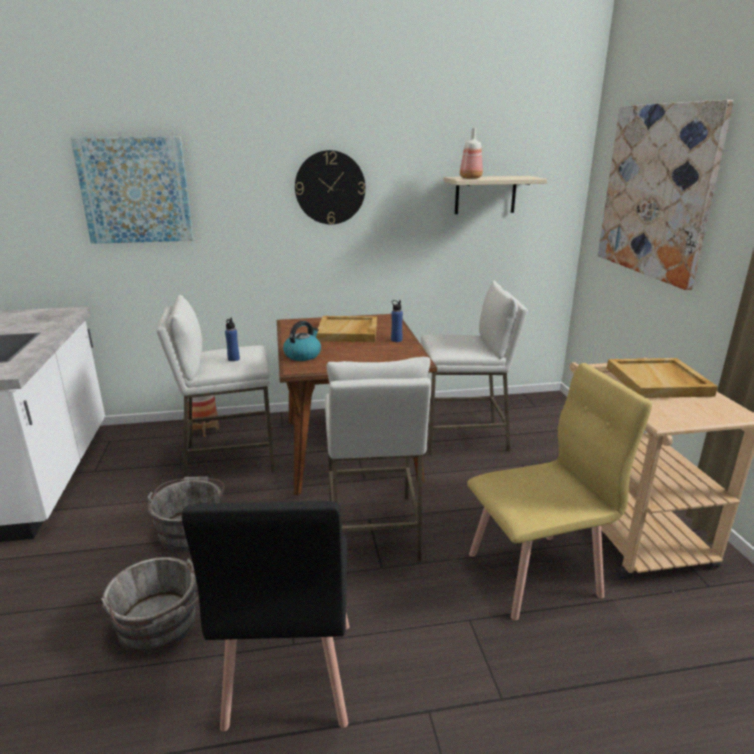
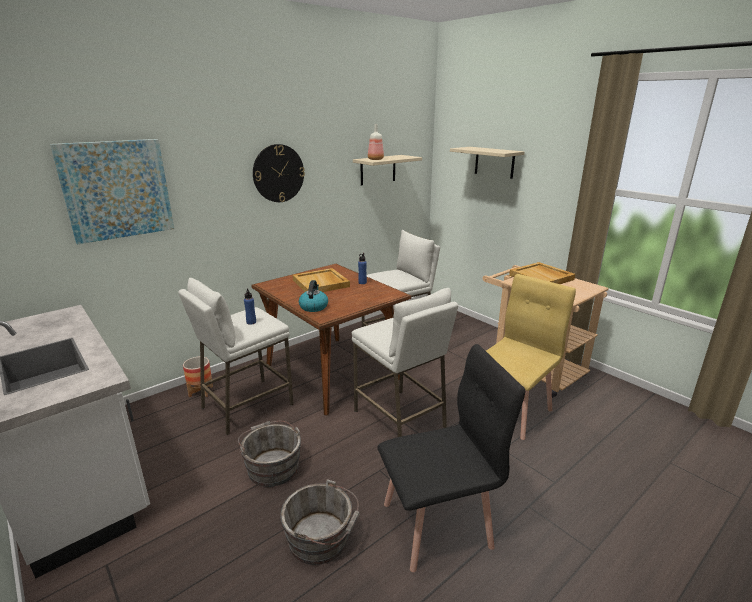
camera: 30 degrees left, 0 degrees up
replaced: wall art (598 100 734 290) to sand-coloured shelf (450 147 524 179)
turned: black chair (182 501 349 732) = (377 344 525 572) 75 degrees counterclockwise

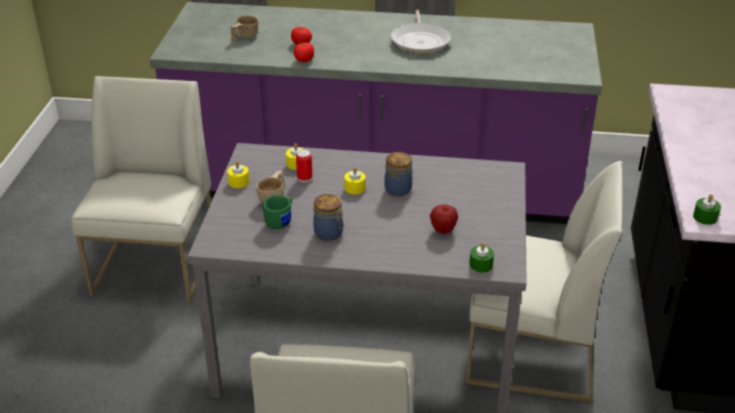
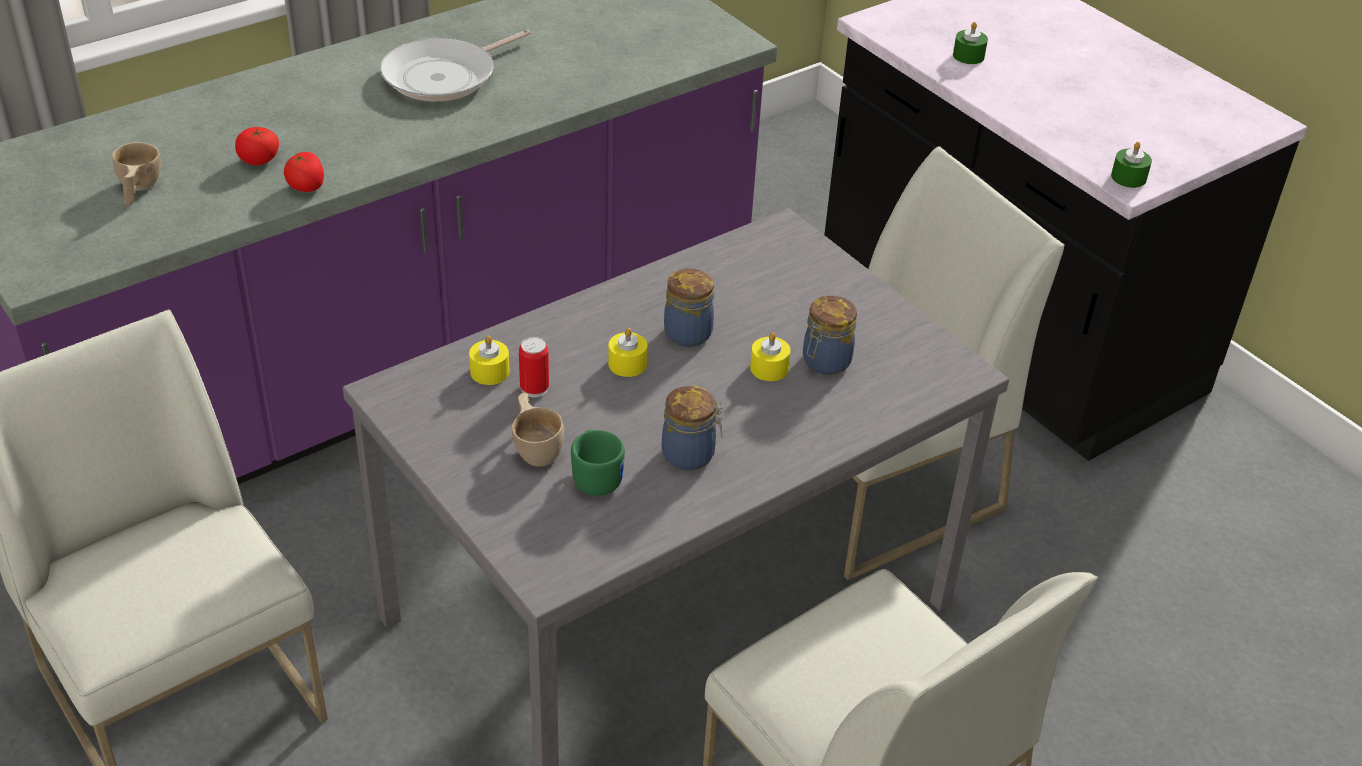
camera: 45 degrees left, 5 degrees up
moved: yellowish candle (227 161 249 188) to (750 332 791 381); green candle (469 243 494 272) to (953 22 988 64)
replaced: whole apple (430 204 458 234) to preserve jar (803 295 857 375)
turned: skillet (391 10 451 54) = (380 29 531 101) 90 degrees clockwise

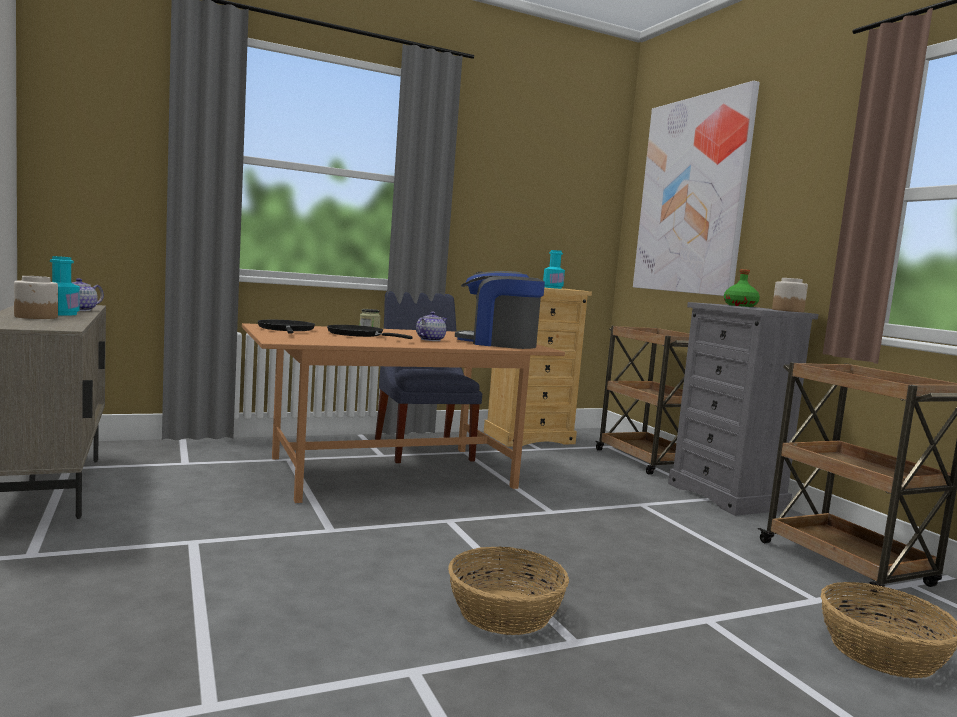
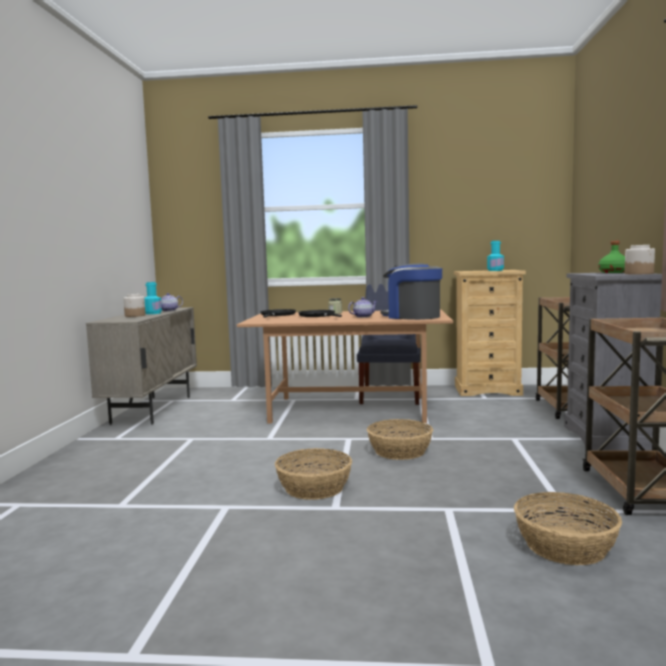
camera: 30 degrees right, 0 degrees up
removed: wall art (633 81 760 296)
added: household basket (367 419 433 460)

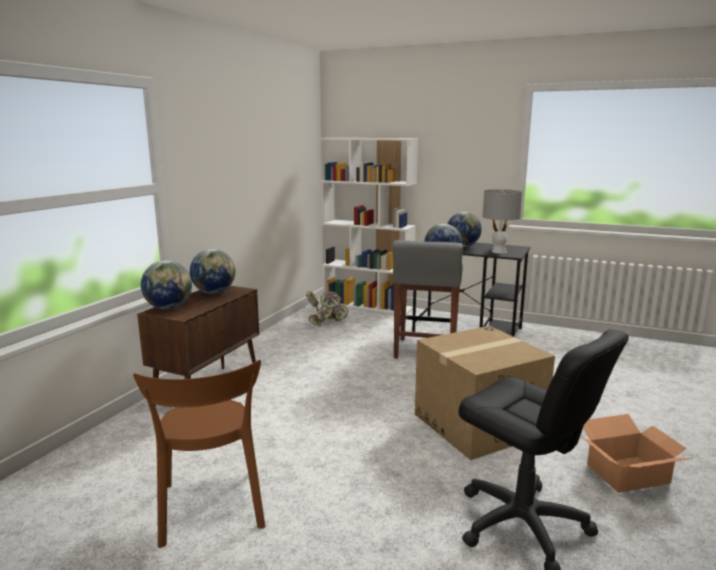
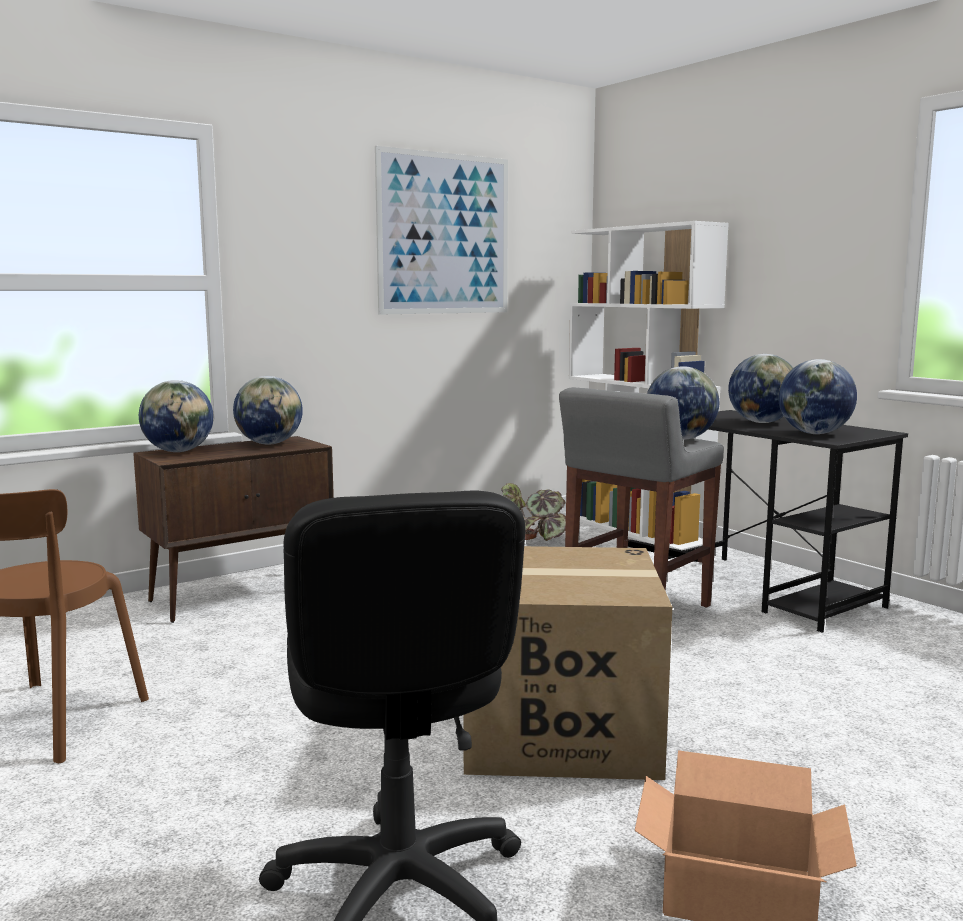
camera: 30 degrees right, 5 degrees down
added: wall art (375 146 508 315)
replaced: gray table lamp (483 189 523 254) to desk globe (778 359 857 434)

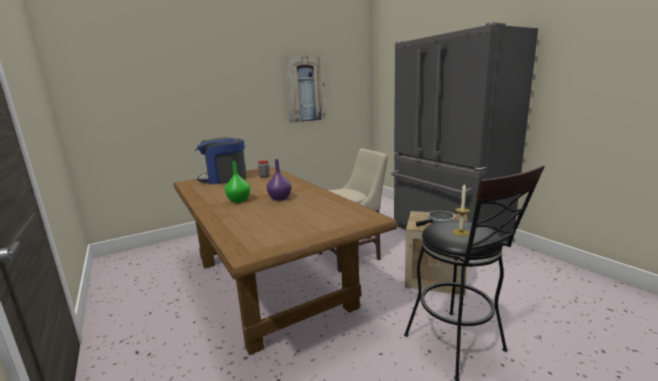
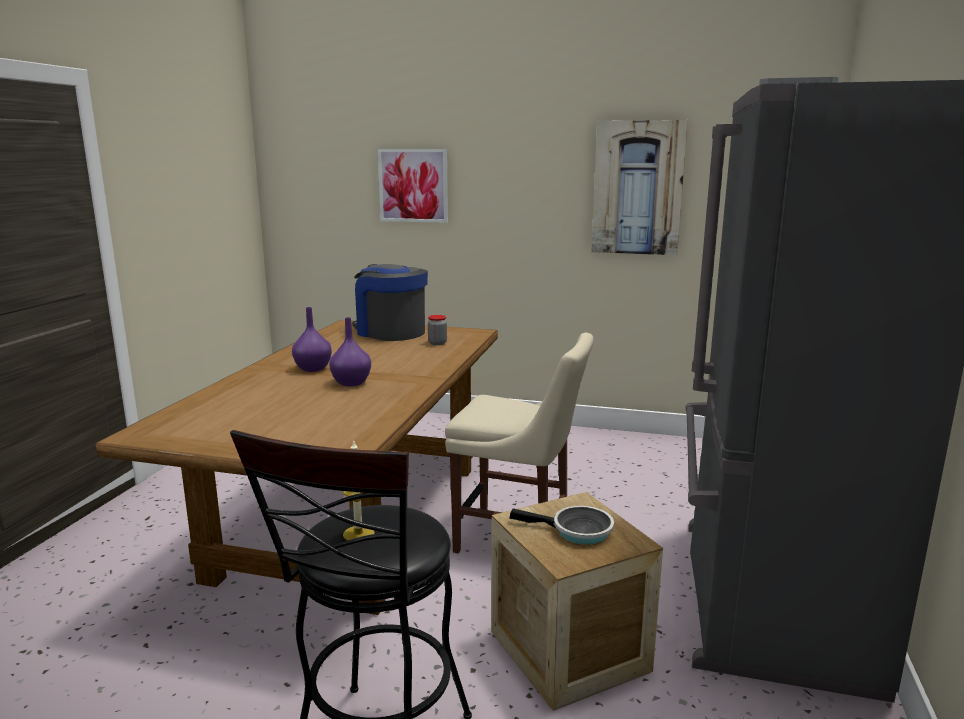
camera: 45 degrees right, 0 degrees up
added: wall art (378 149 448 223)
recoloured: green decorative vase (225 161 250 203) to purplish decorative vase (292 307 332 372)

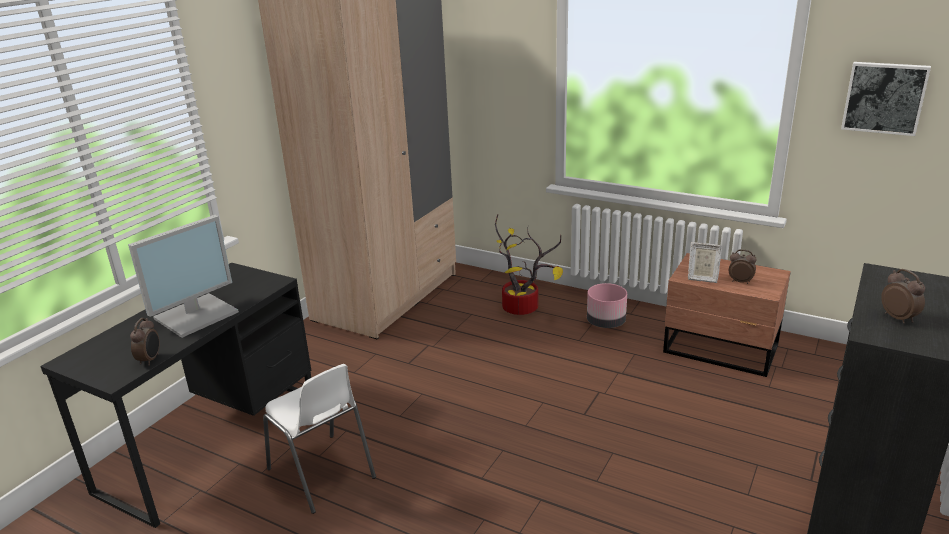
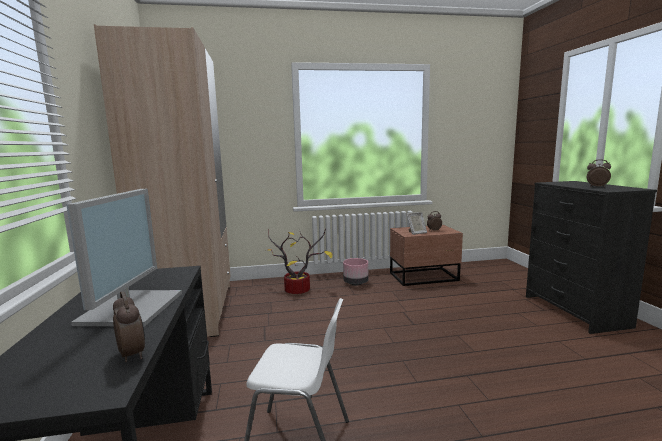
camera: 40 degrees left, 15 degrees down
removed: wall art (841 62 931 136)

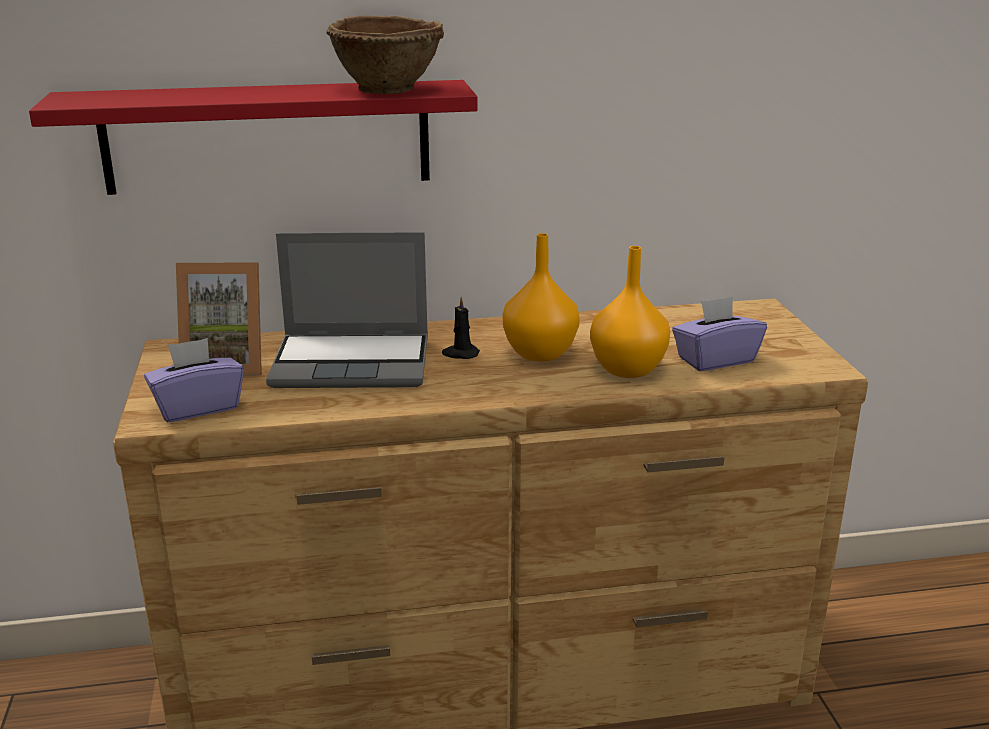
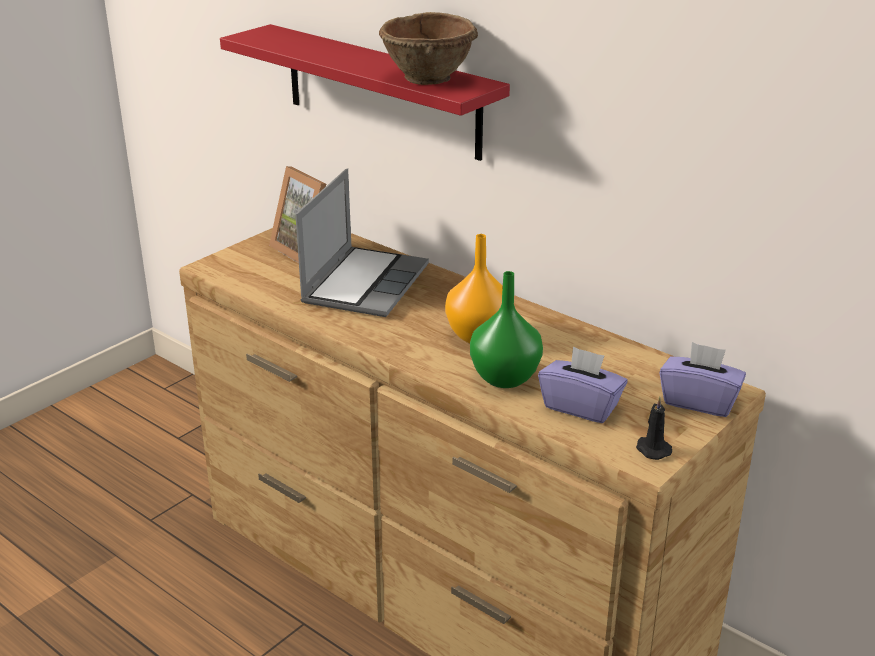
camera: 50 degrees right, 5 degrees up
moved: black candle (442 297 480 359) to (636 396 672 460); purplish tissue holder (144 338 244 423) to (660 342 746 417)
recoloured: orangey decorative vase (590 246 670 378) to green decorative vase (470 271 543 388)
turned: laptop (266 232 428 388) = (295 168 429 317) 120 degrees counterclockwise

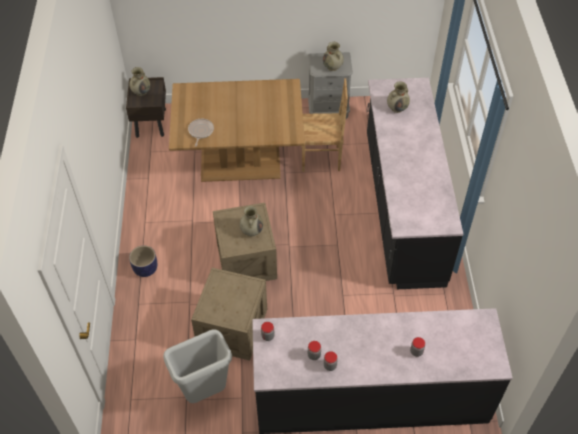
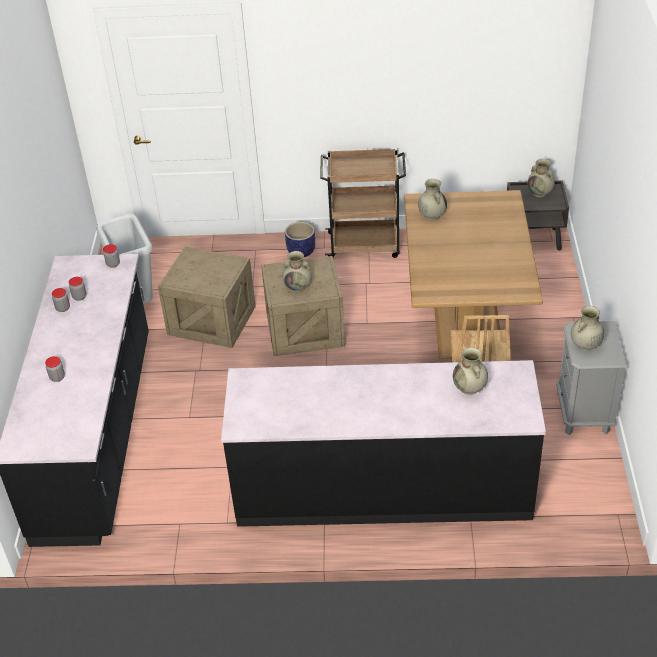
camera: 95 degrees right, 10 degrees down
added: brown-coloured trolley (320 149 406 258)
replaced: skillet (188 119 214 147) to sand-coloured decorative vase (418 179 447 221)

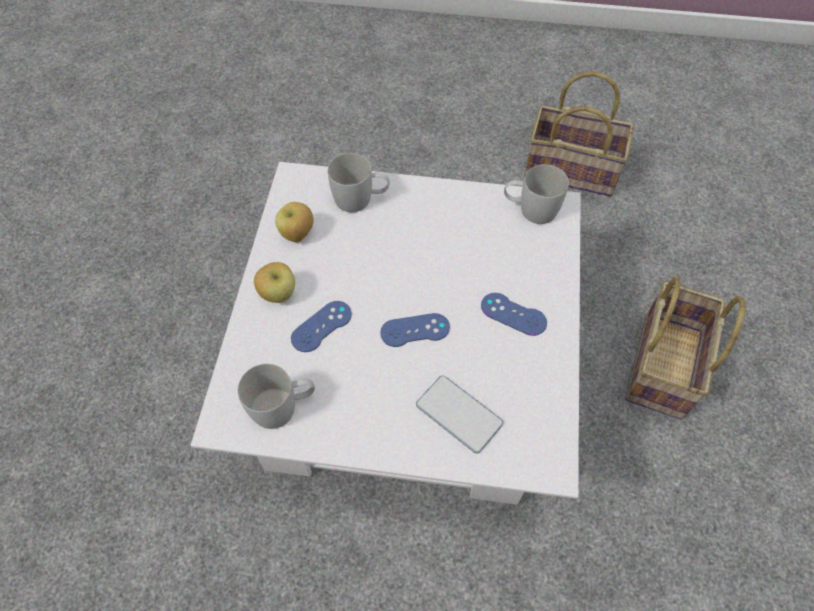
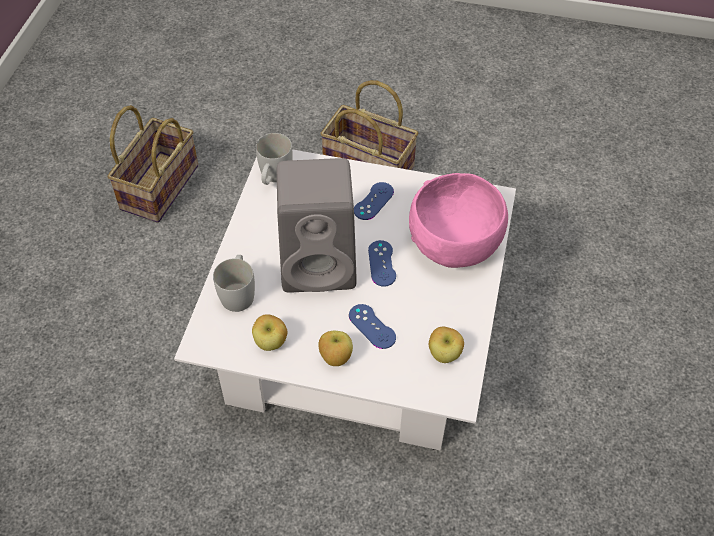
camera: 85 degrees left, 5 degrees down
added: gray loudspeaker (277 158 357 293)
replaced: whitish coffee mug (238 364 315 429) to whole apple (429 327 464 363); telephone (416 376 503 454) to pink-coloured deep dish (409 173 508 268)

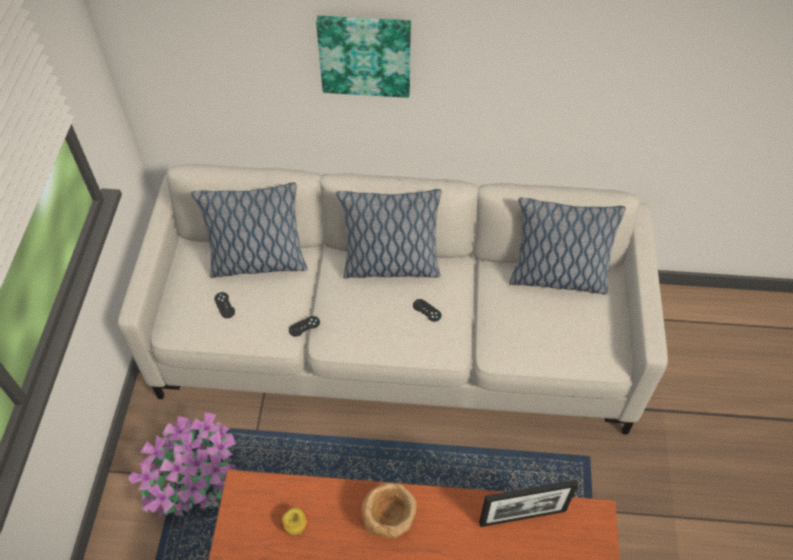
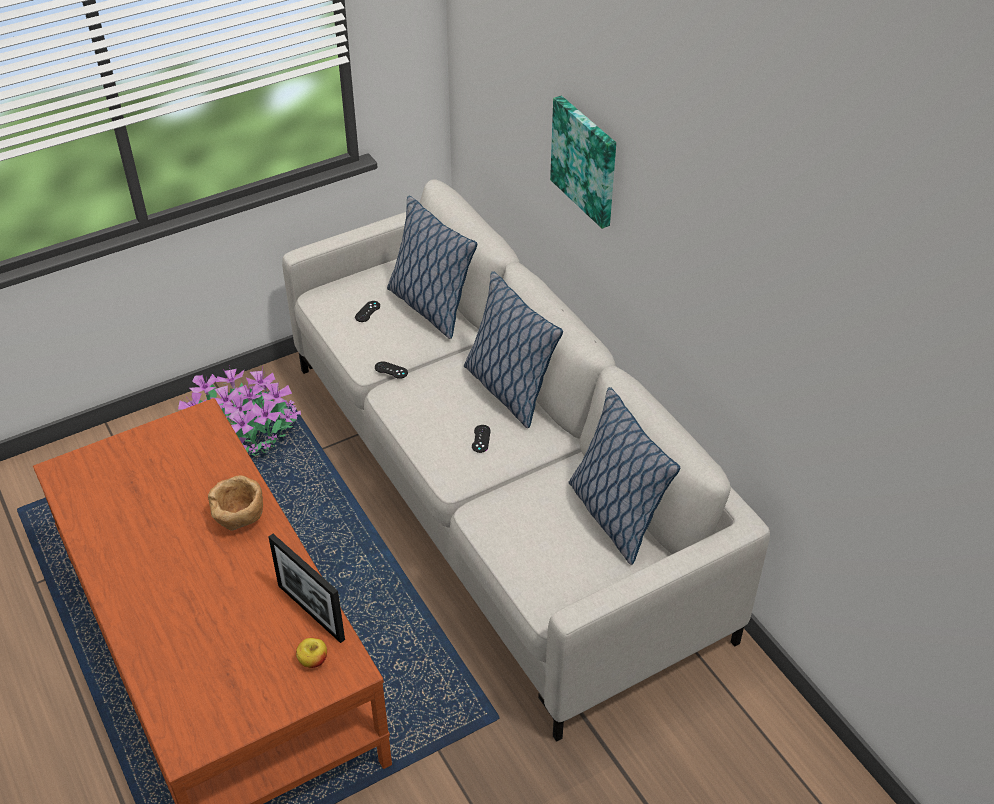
camera: 55 degrees right, 10 degrees down
moved: whole apple (281 507 308 536) to (296 638 327 668)

